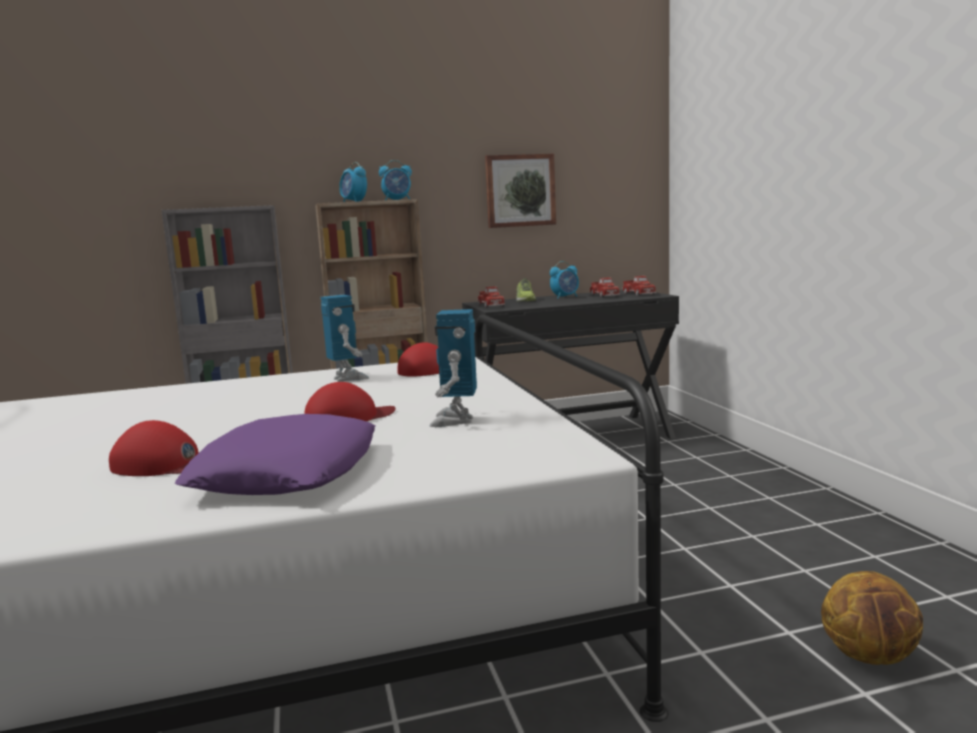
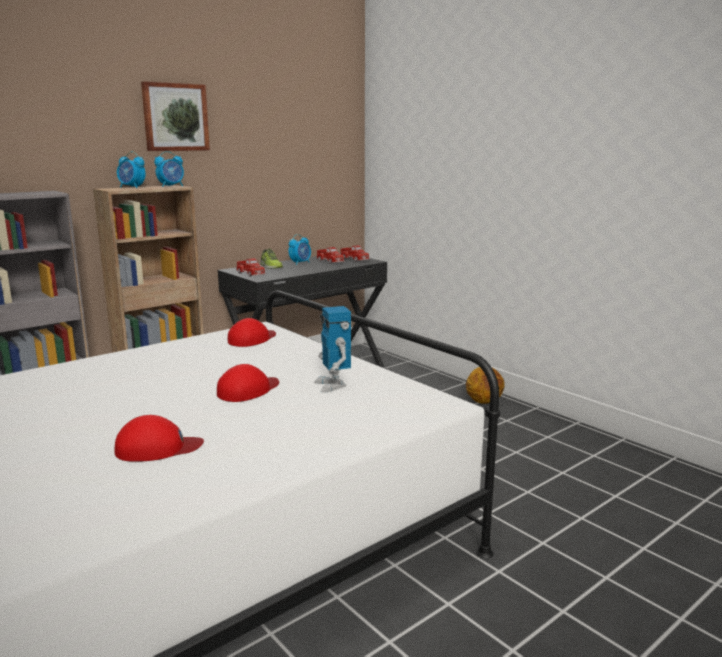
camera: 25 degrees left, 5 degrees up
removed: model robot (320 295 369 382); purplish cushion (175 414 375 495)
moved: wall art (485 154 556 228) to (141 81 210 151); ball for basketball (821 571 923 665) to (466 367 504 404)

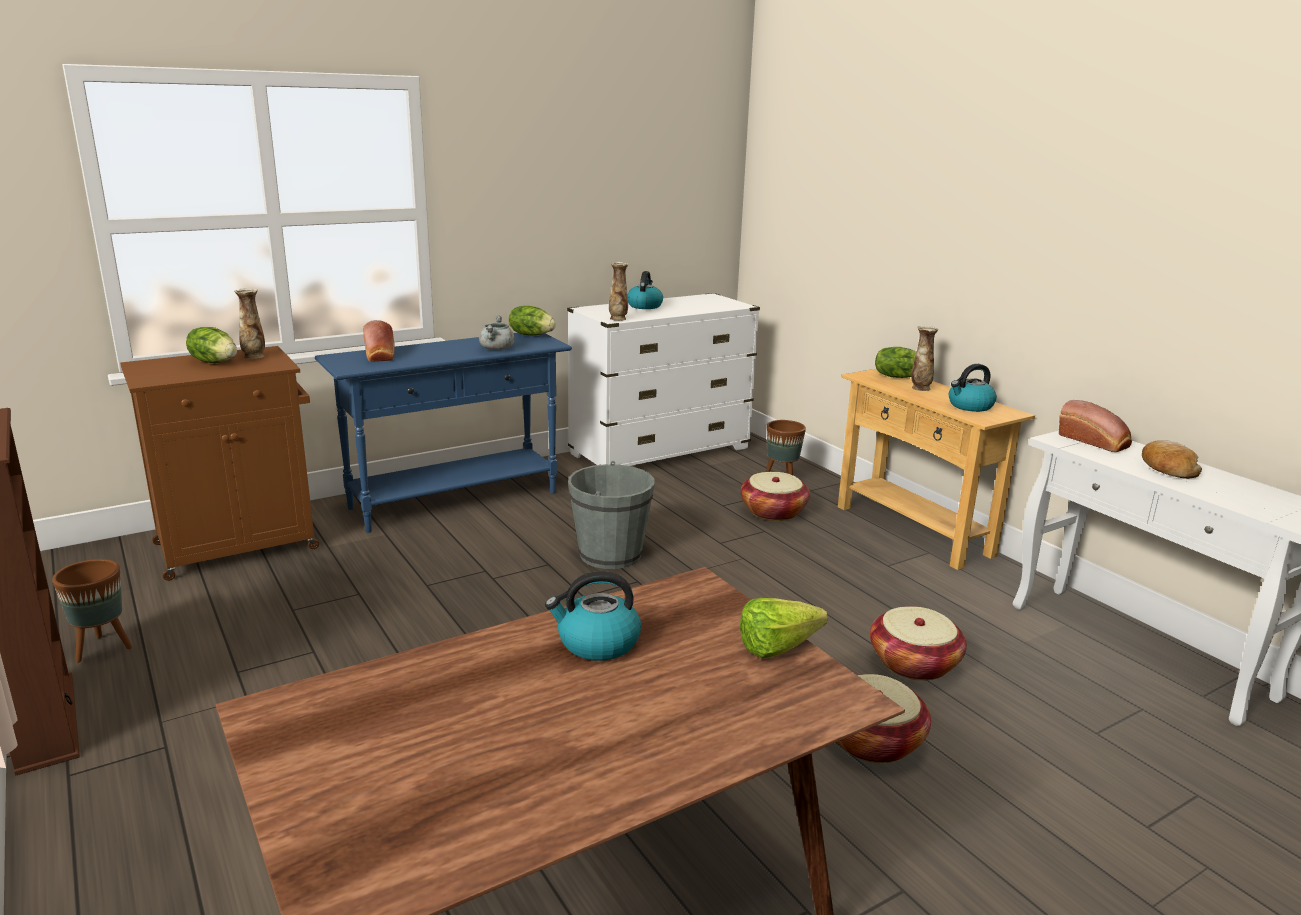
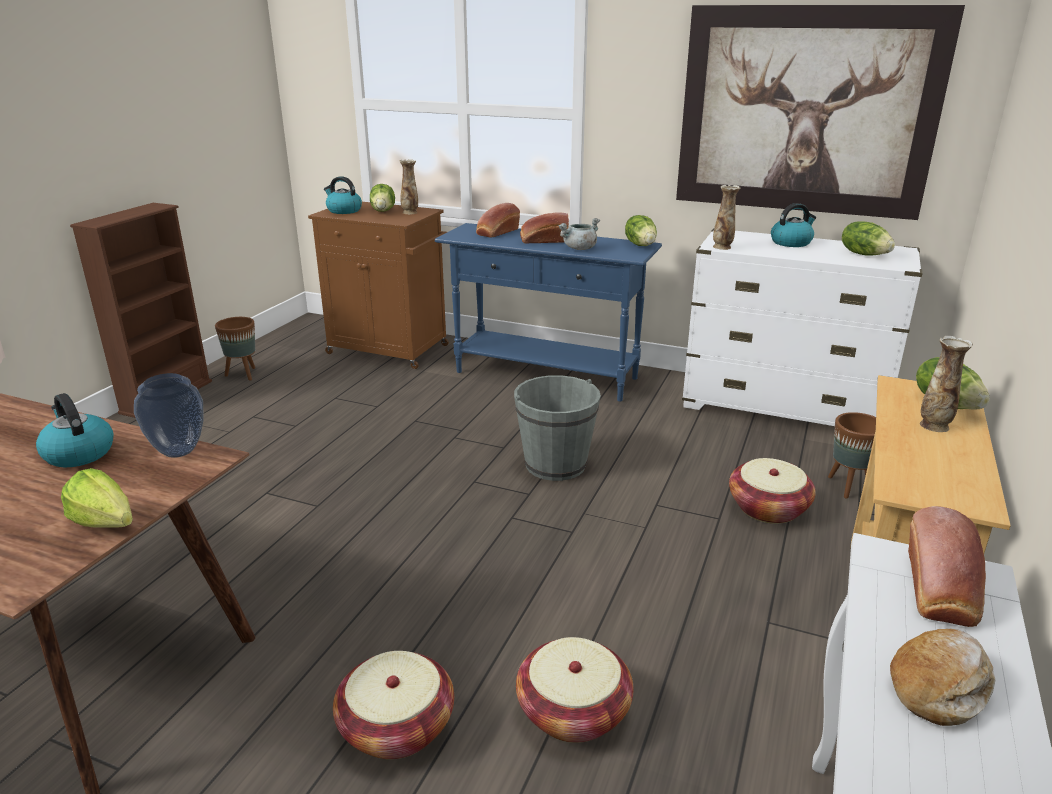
camera: 55 degrees right, 5 degrees up
added: wall art (676 5 965 220); bread (520 212 569 244); head of lettuce (842 221 895 256); decorative vase (134 373 204 458)
moved: water kettle (949 364 997 412) to (324 176 362 214)

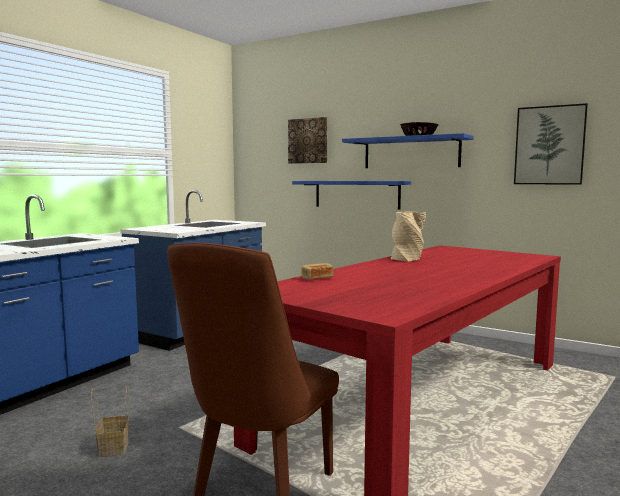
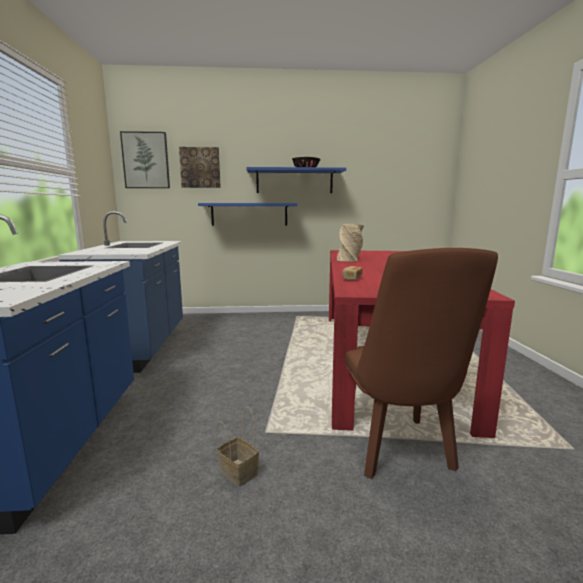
camera: 35 degrees left, 5 degrees up
moved: wall art (514 103 588 185) to (120 131 170 188)

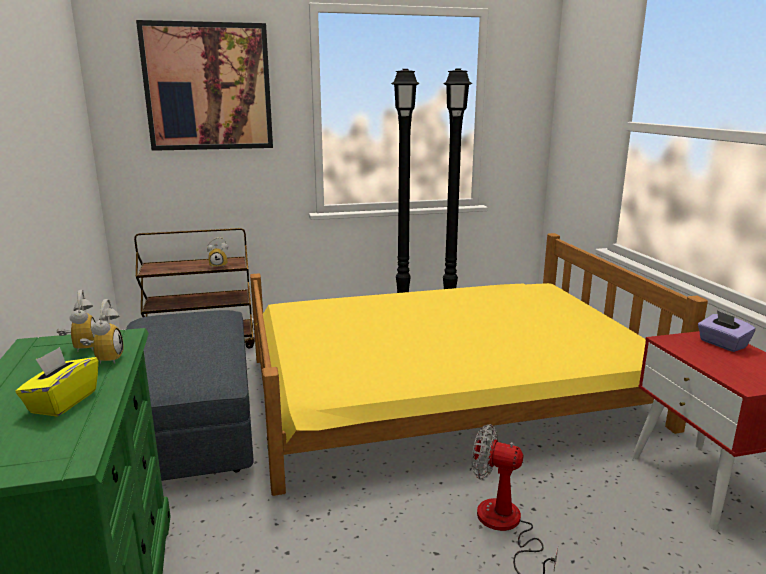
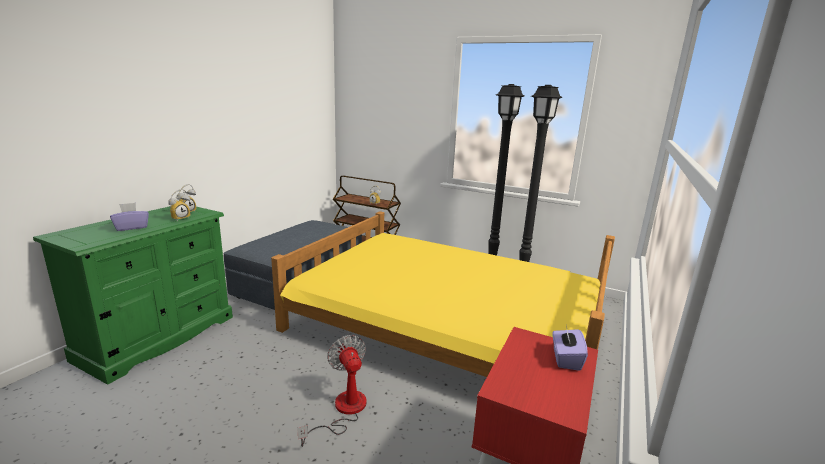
camera: 40 degrees right, 0 degrees up
removed: wall art (136 20 273 151)
recoloured: yellowish tissue holder (15 347 98 417) to purplish tissue holder (110 203 149 231)

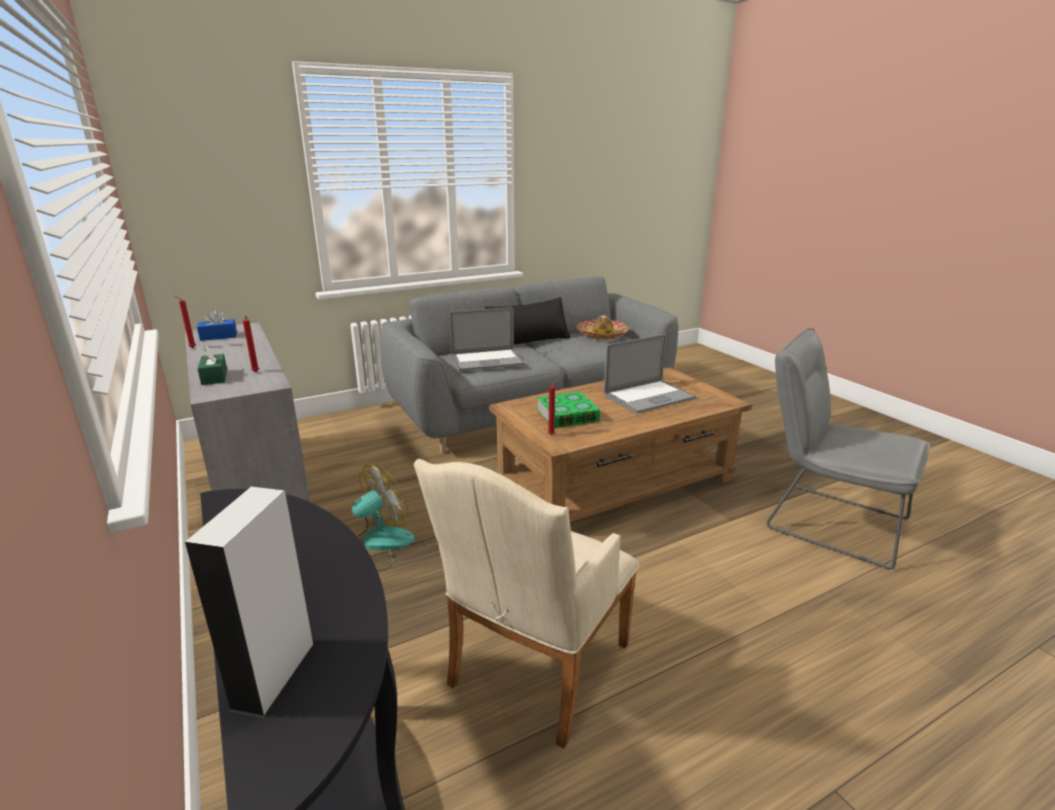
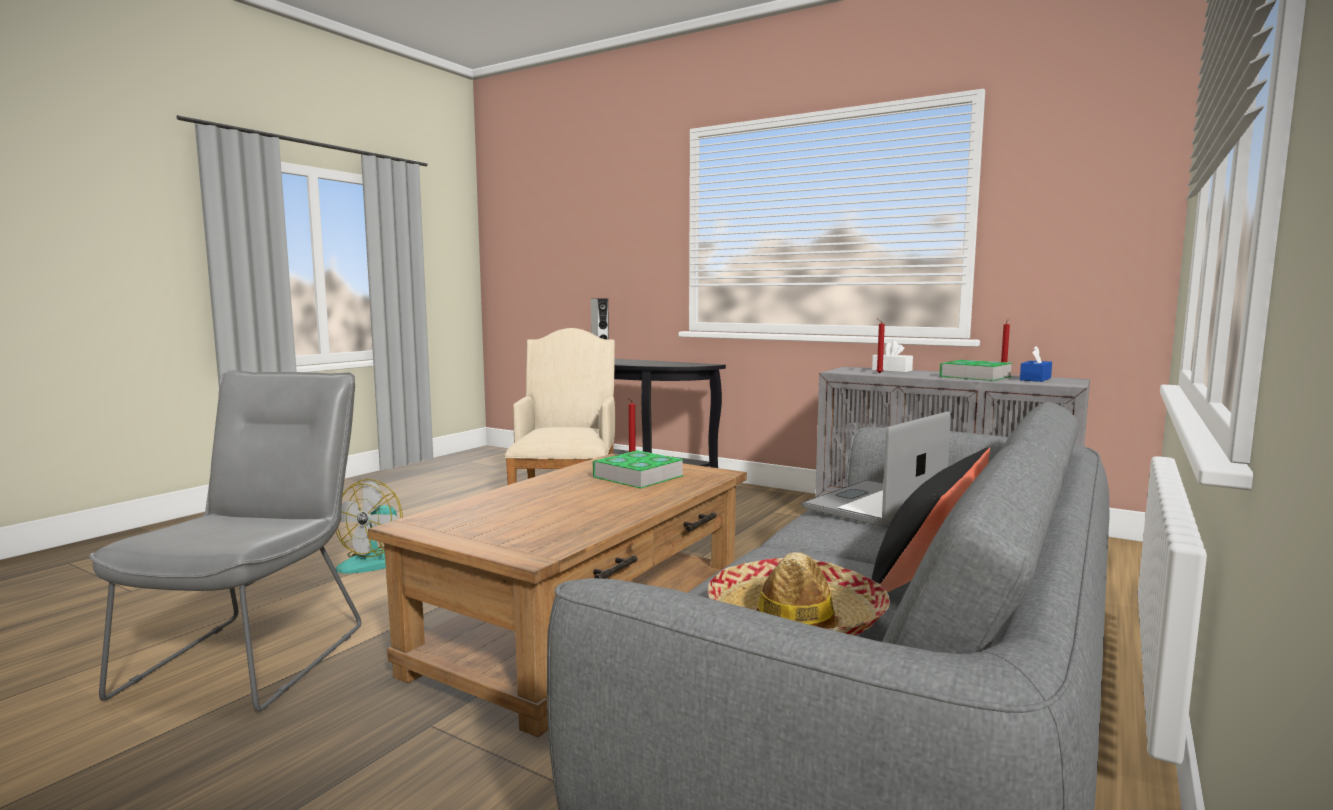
camera: 150 degrees right, 15 degrees down
removed: laptop (604 334 696 414)
added: bound book (939 360 1012 381)
moved: cooling fan (352 464 414 571) to (336 479 403 574)
recoloured: green tissue holder (197 345 227 385) to whitish tissue holder (872 341 913 372)
turned: gray chair (766 328 930 569) = (89 370 361 711) 90 degrees counterclockwise

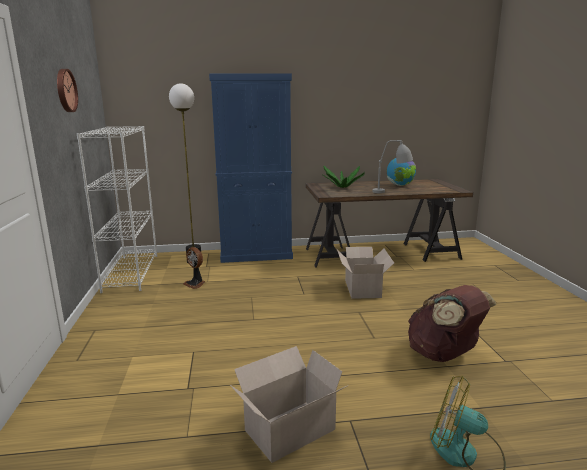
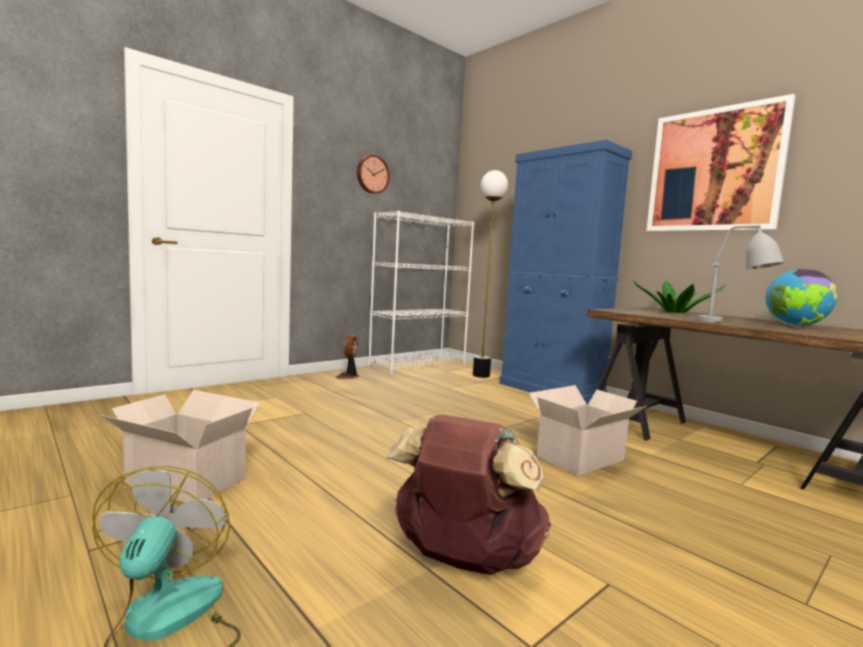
camera: 55 degrees right, 10 degrees down
added: wall art (646 94 796 231)
moved: cooling fan (183 247 205 289) to (335 334 359 379)

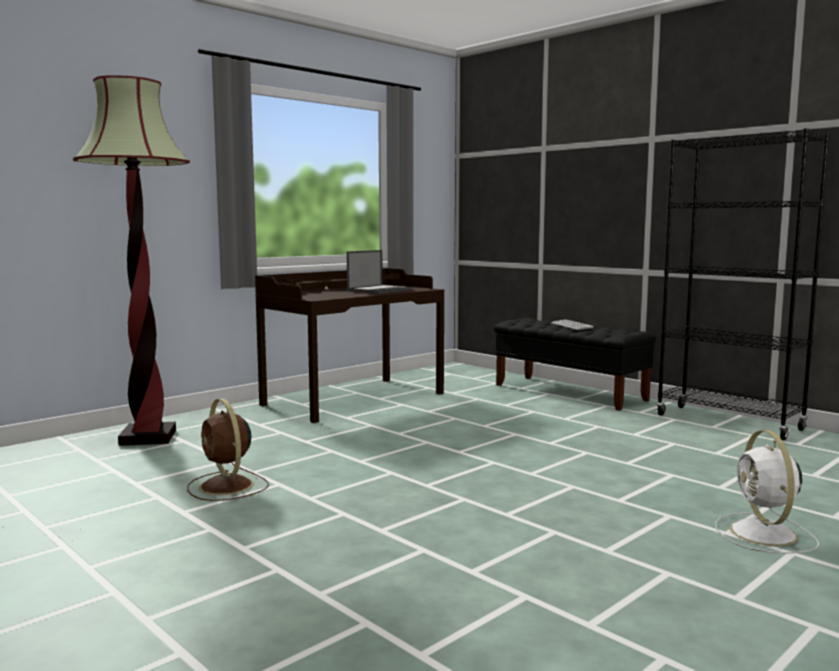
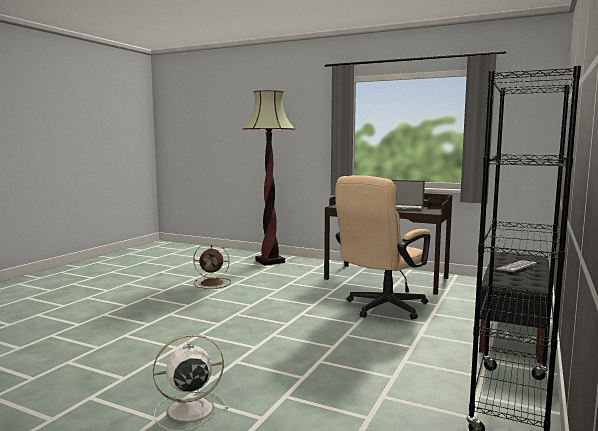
camera: 70 degrees right, 0 degrees up
added: sand-coloured desk chair (335 175 430 320)
turned: brown-coloured cooling fan (187 398 269 501) = (193 243 231 289) 120 degrees counterclockwise

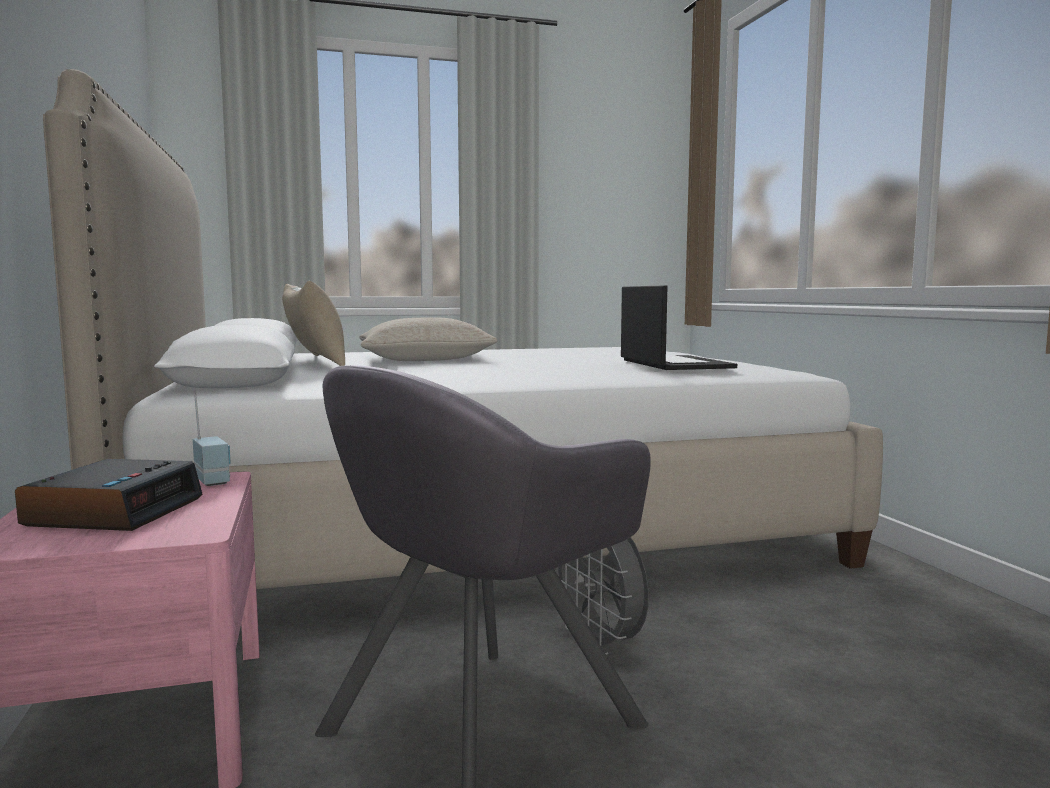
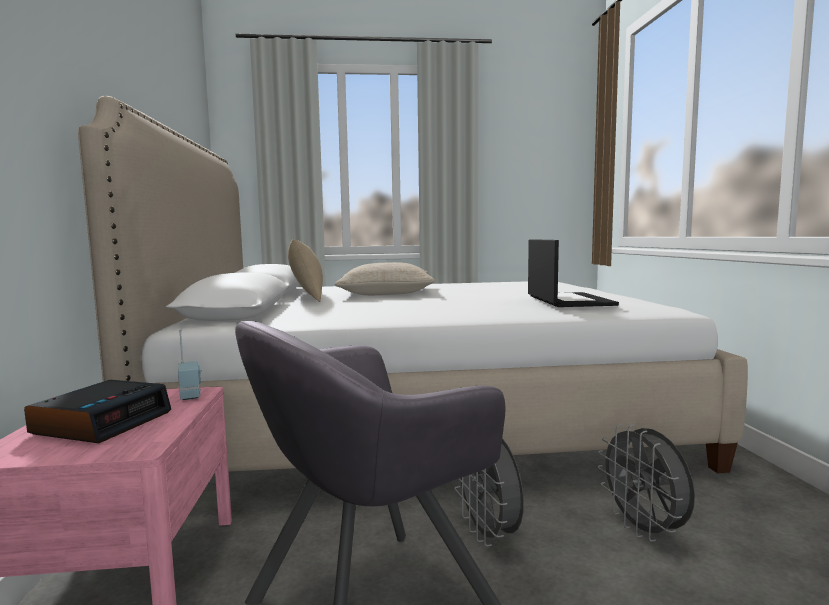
camera: 10 degrees right, 0 degrees up
added: gray cooling fan (598 424 695 542)

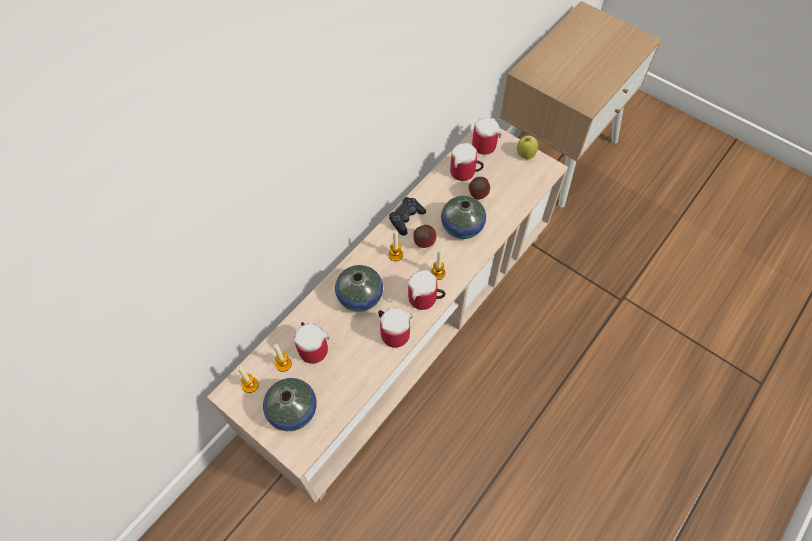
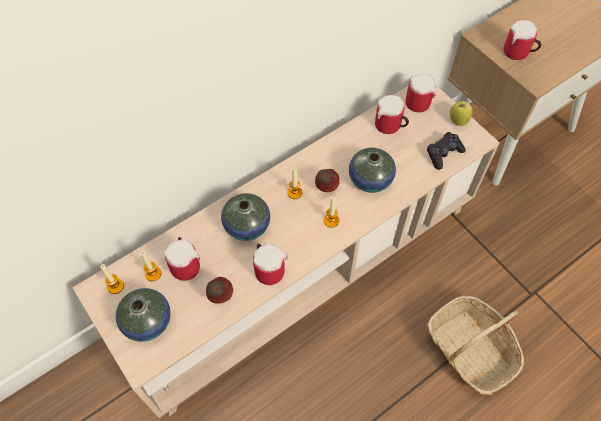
camera: 15 degrees right, 0 degrees up
added: household basket (427 296 524 395)
moved: whole apple (469 177 490 200) to (206 277 233 304); black gamepad (389 197 426 236) to (427 132 466 170); coffee mug (408 270 446 310) to (503 20 542 60)

